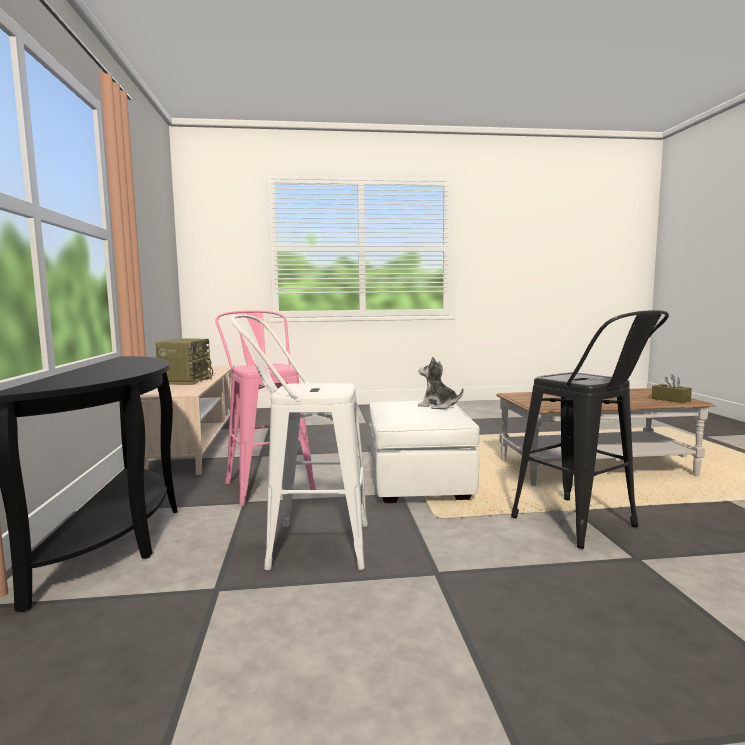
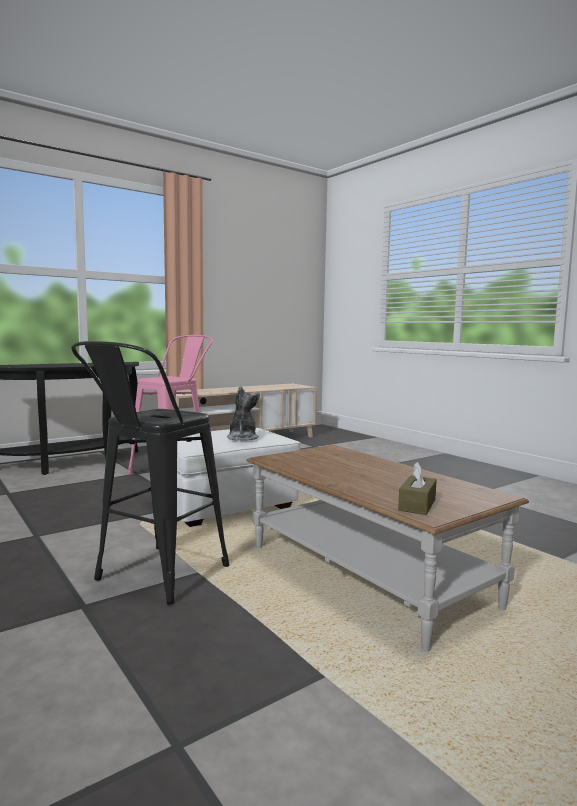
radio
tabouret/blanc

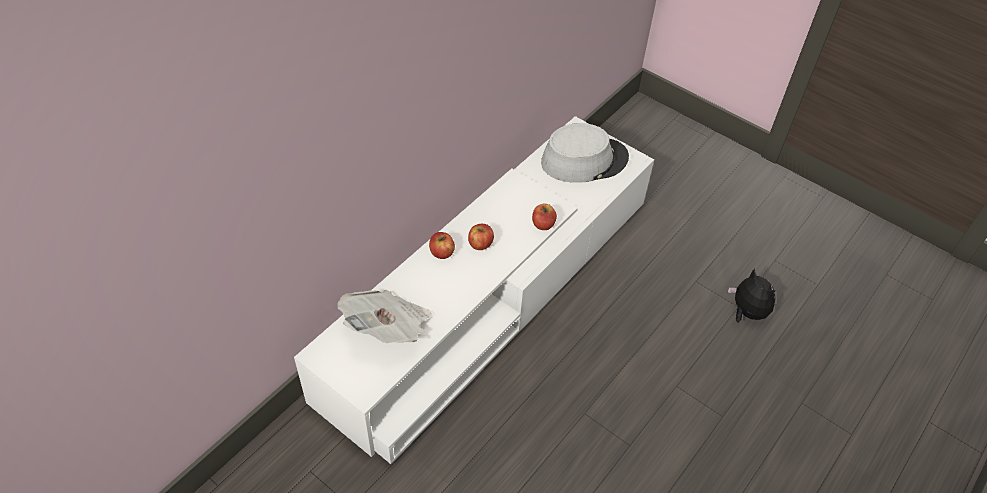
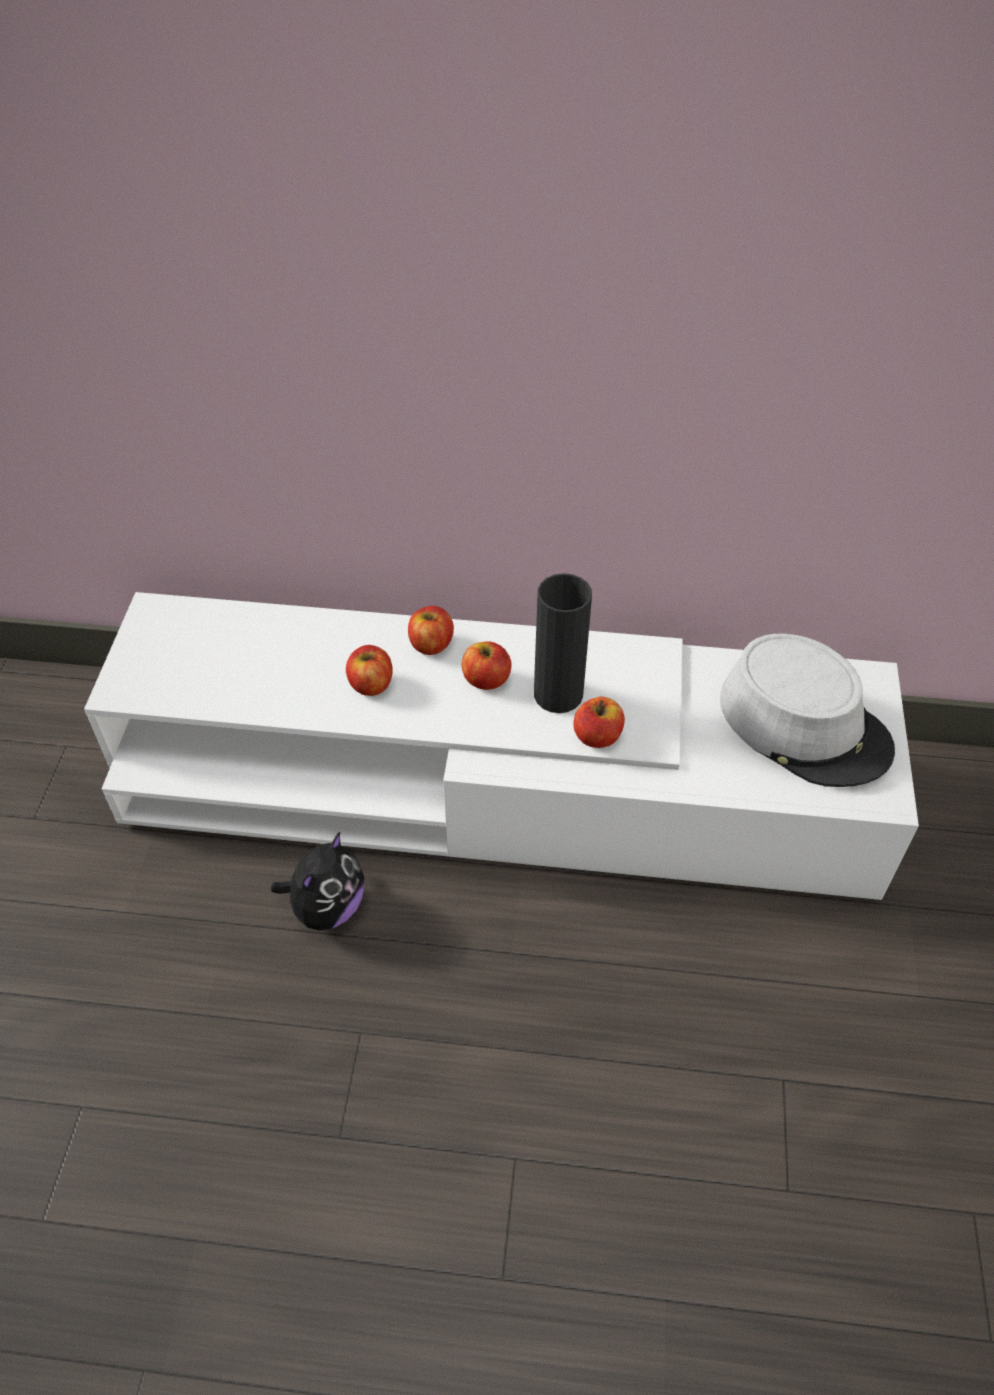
journal
pomme (1st from left)
vase/noir
peluche

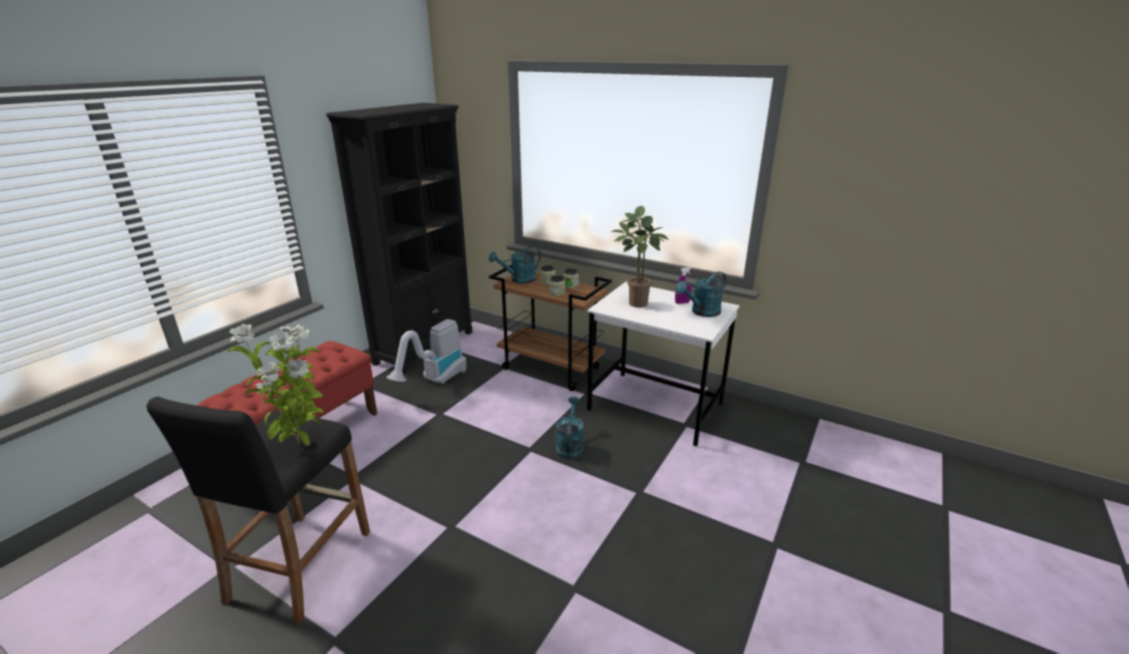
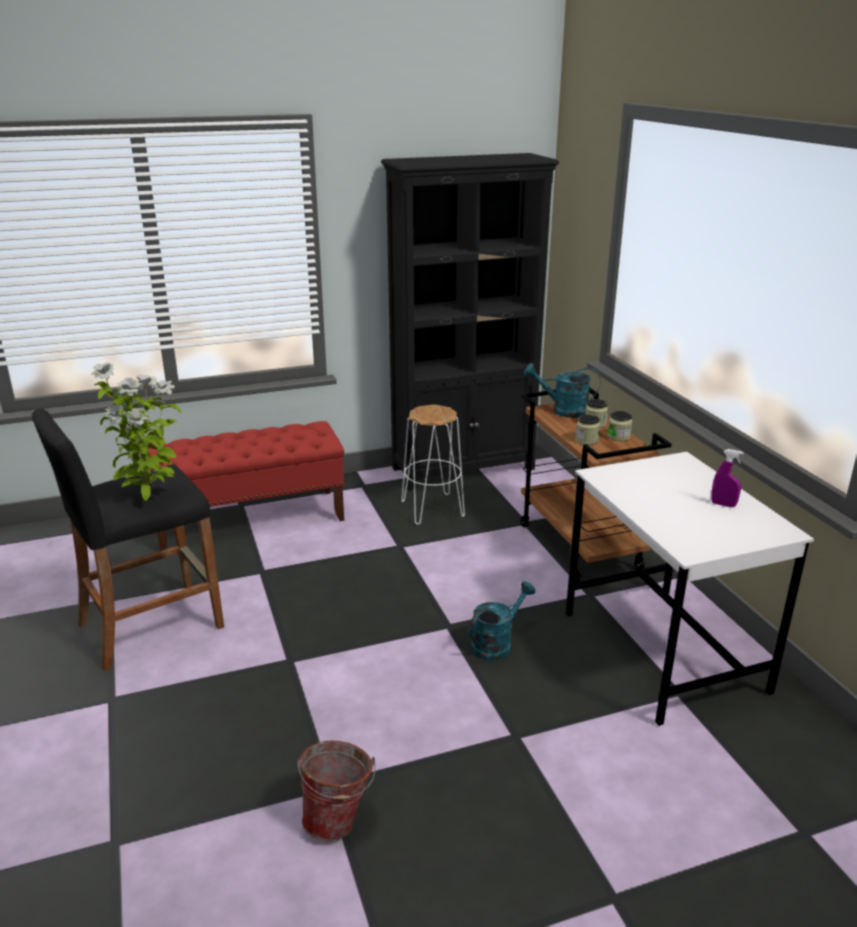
plante en pot (2nd from left in the first image)
arrosoir/turquoise (3rd from left in the first image)
seau
tabouret/blanc

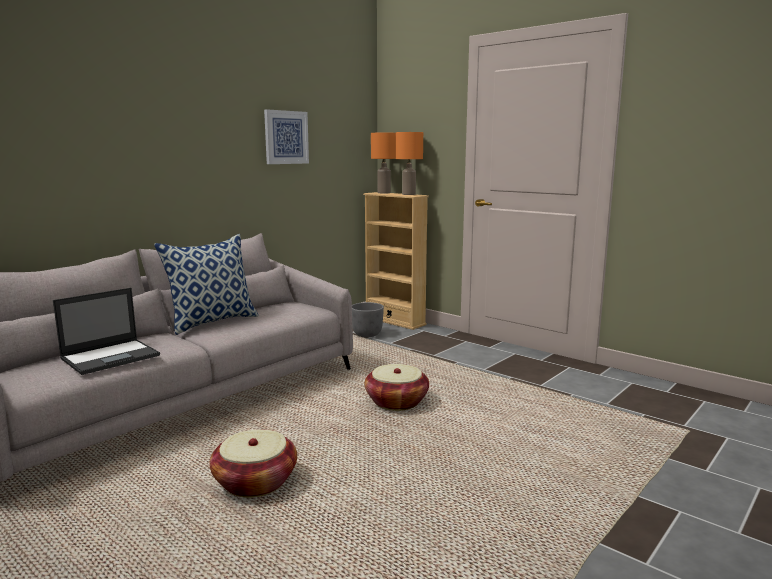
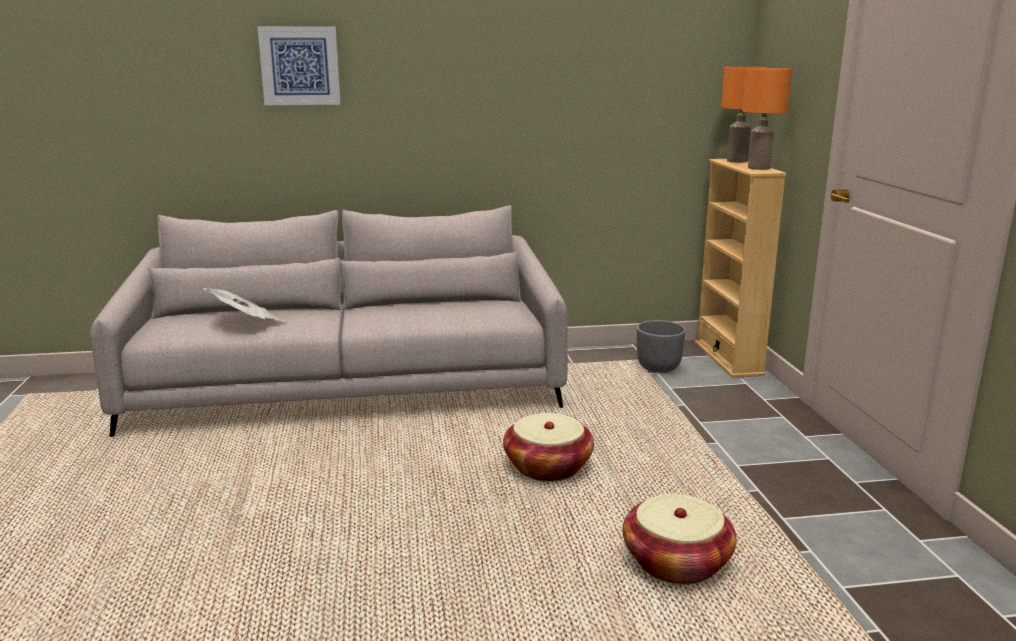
coussin
panier (2nd from left)
tableau
journal

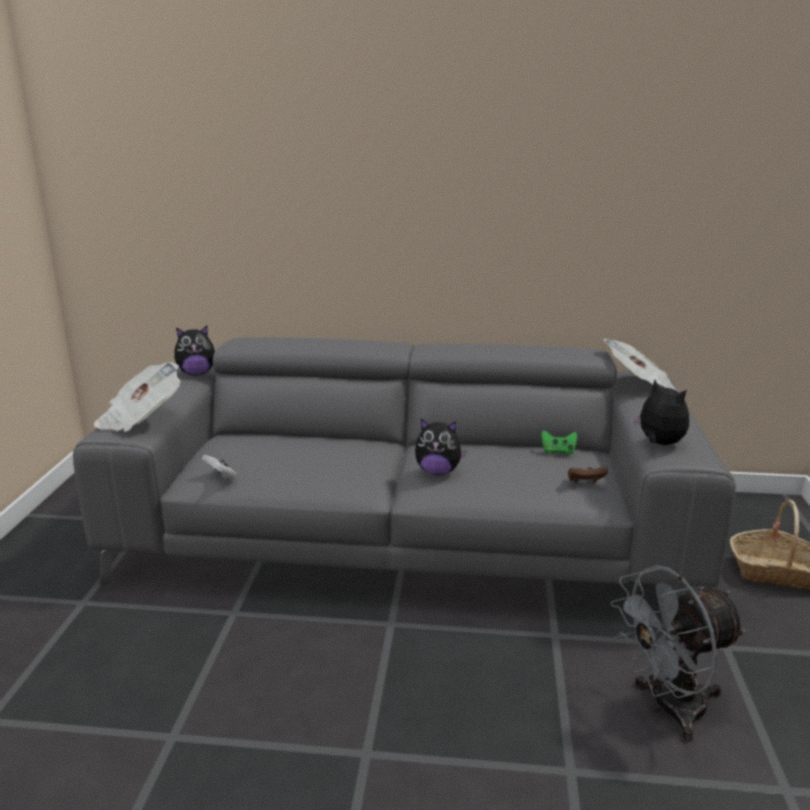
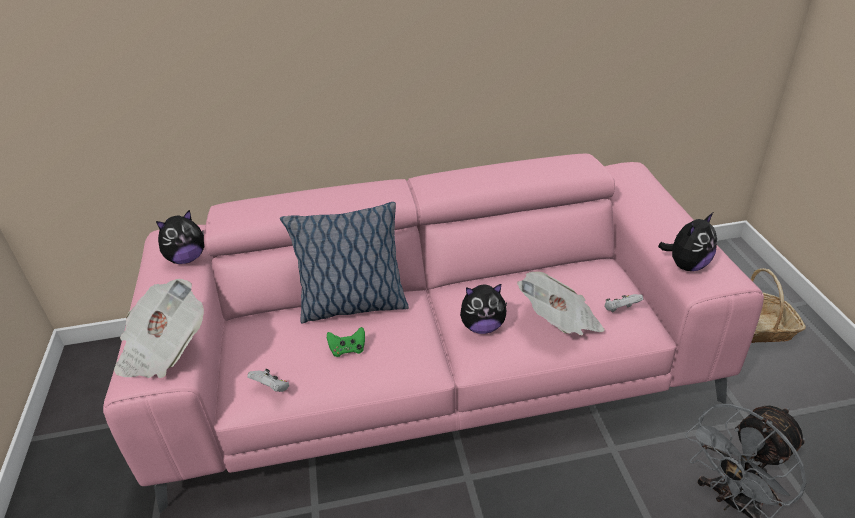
coussin
manette/vert
journal (2nd from left)
canapé/rose
manette/blanc (2nd from left)
peluche (3rd from left)

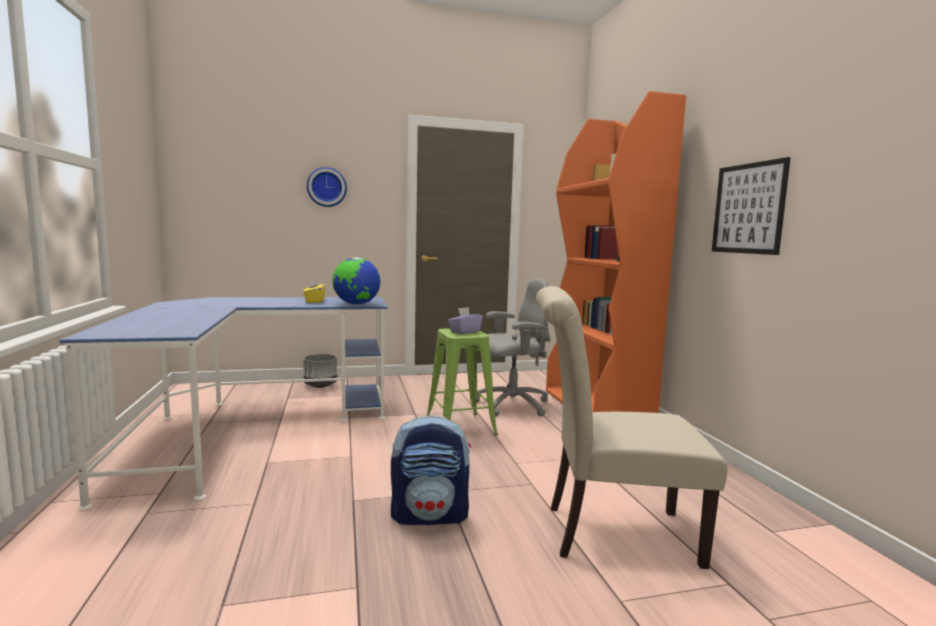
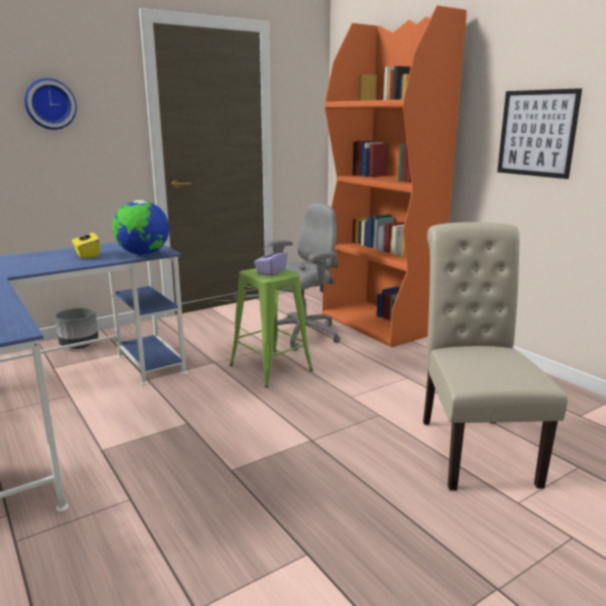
sac à dos
chaise/beige

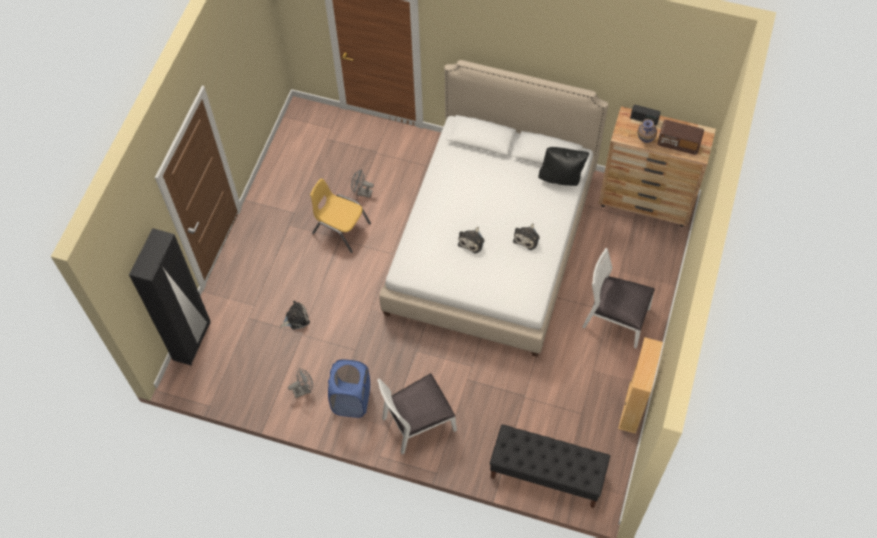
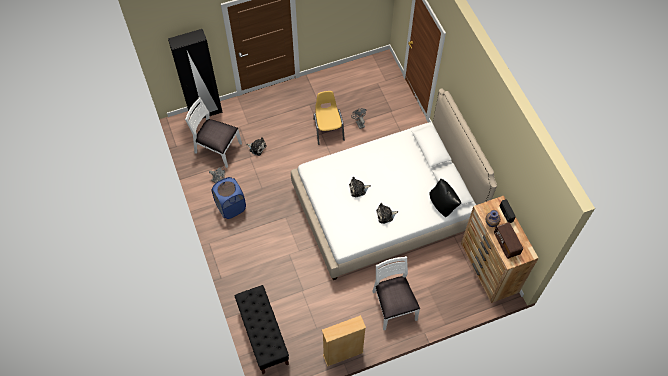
chaise/blanc (1st from left)

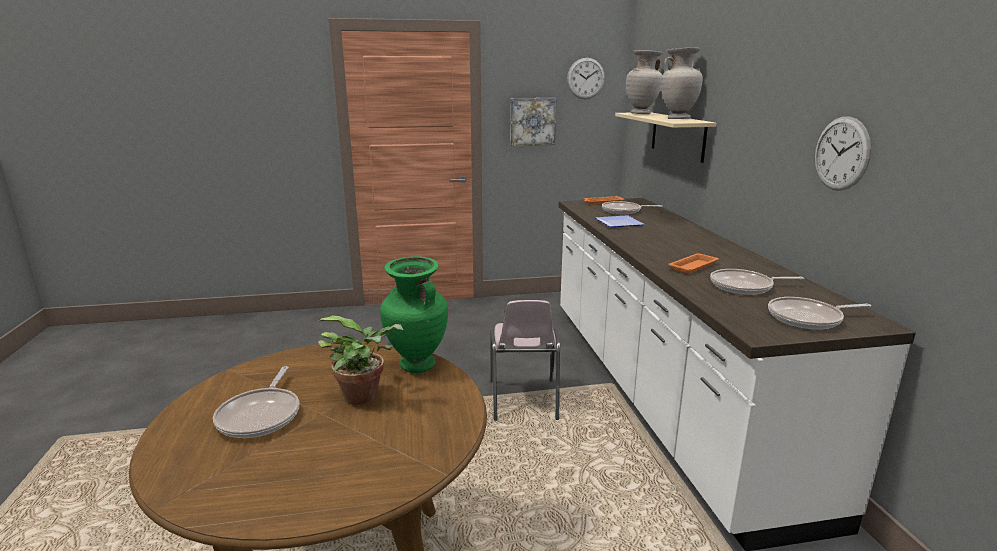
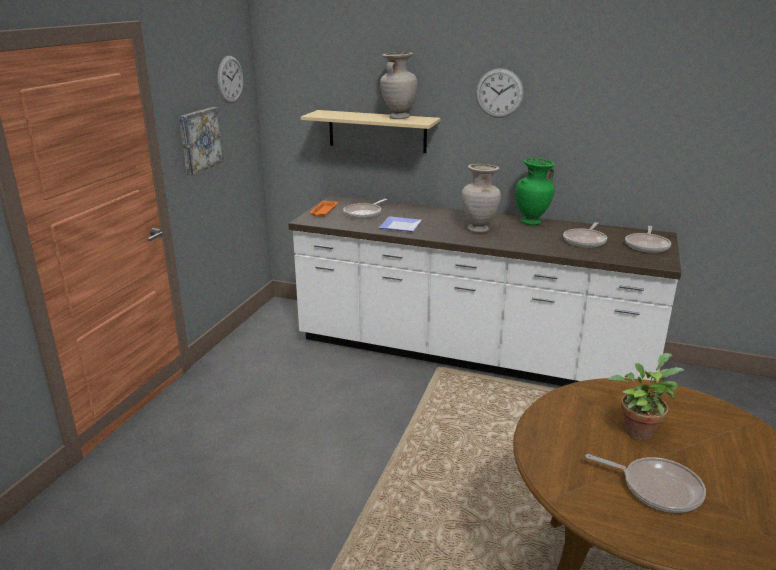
chaise/rose
plateau/orange (2nd from left in the first image)
vase/vert
vase/beige (2nd from left)
horloge murale (2nd from left)

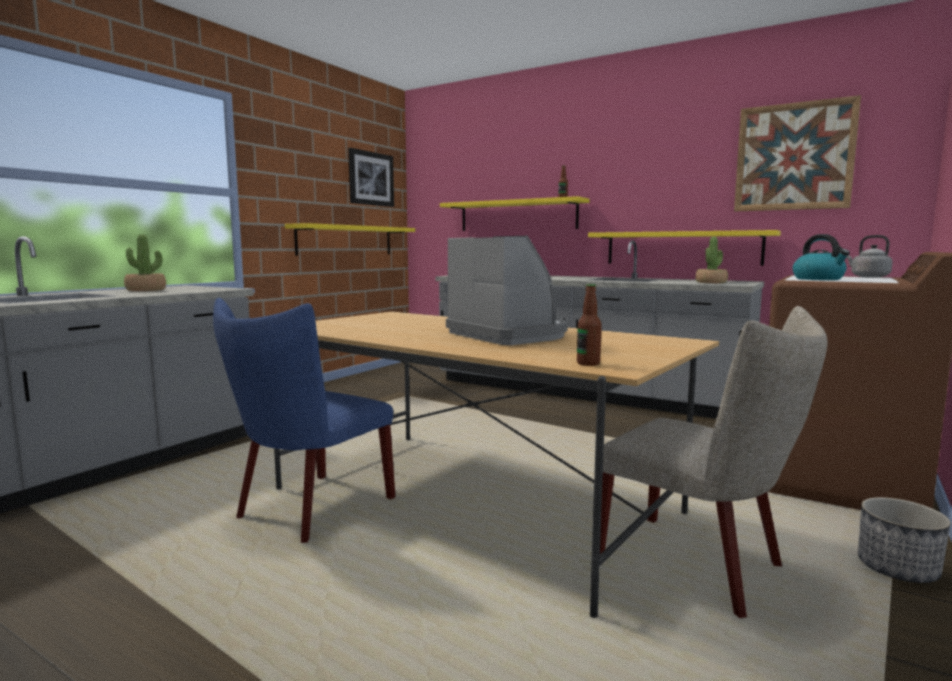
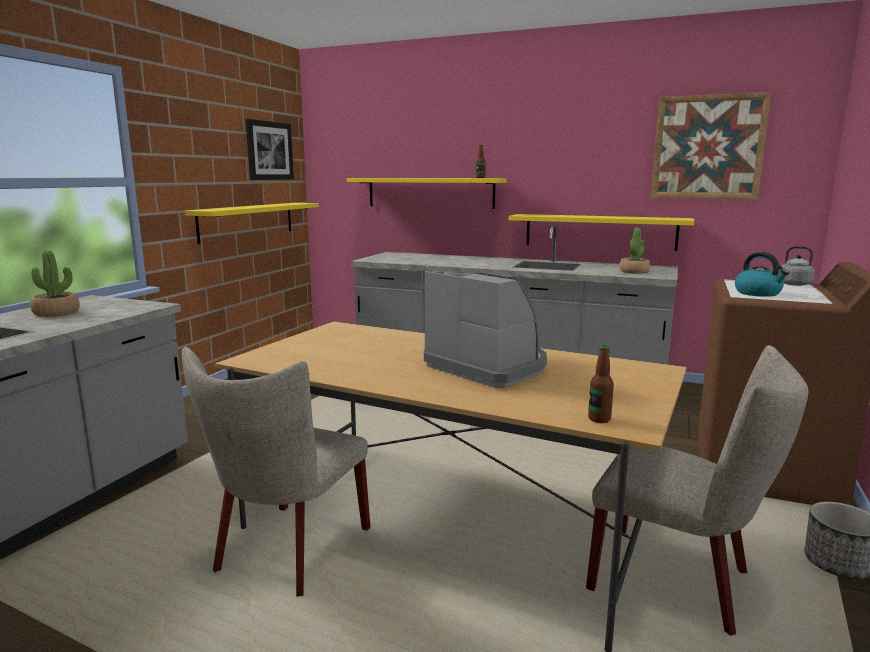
chaise/beige (1st from left)

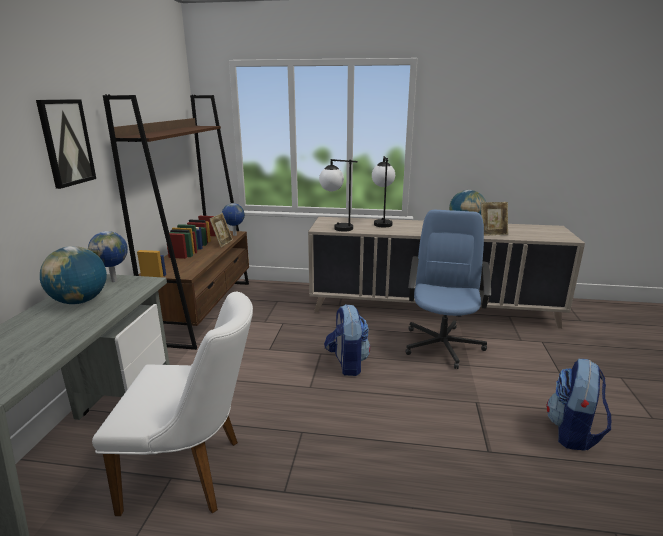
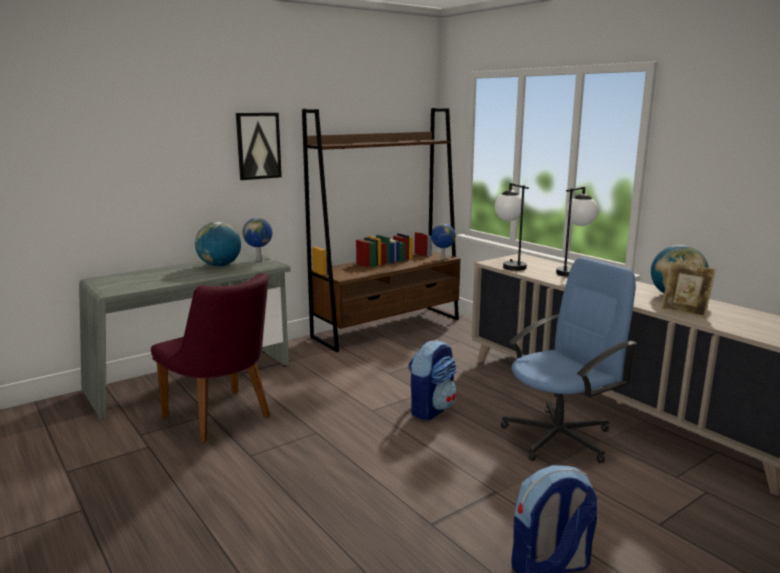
cadre photo (1st from left in the first image)
chaise/violet

